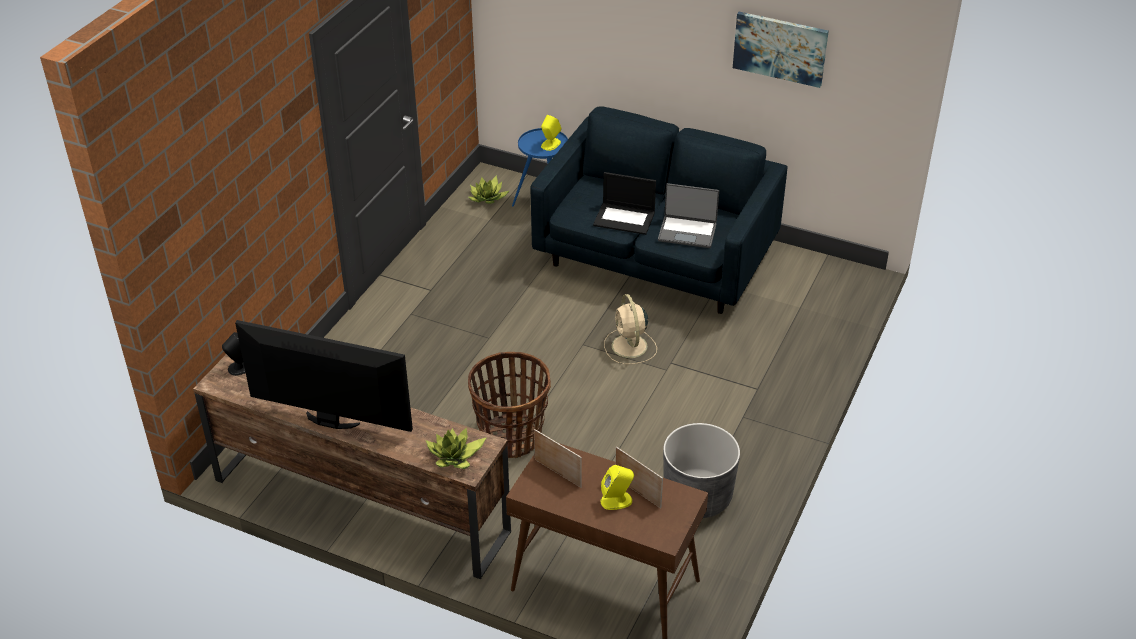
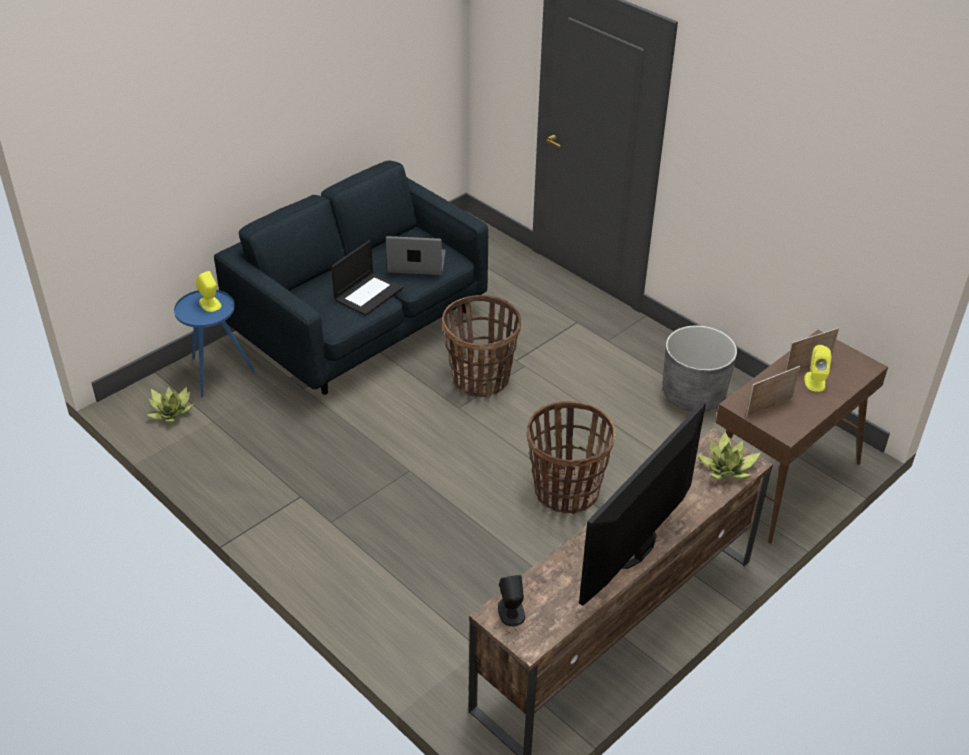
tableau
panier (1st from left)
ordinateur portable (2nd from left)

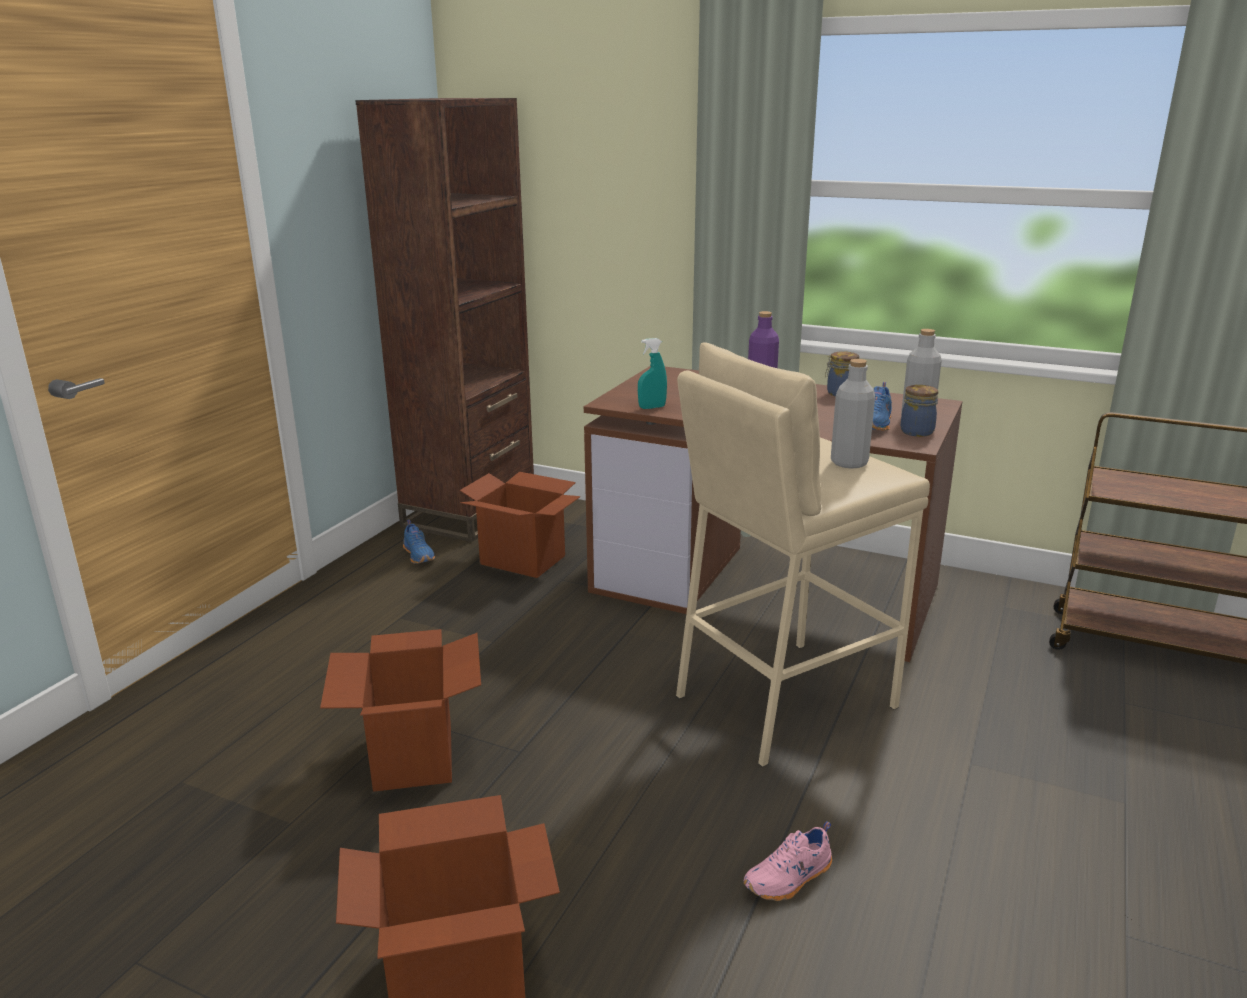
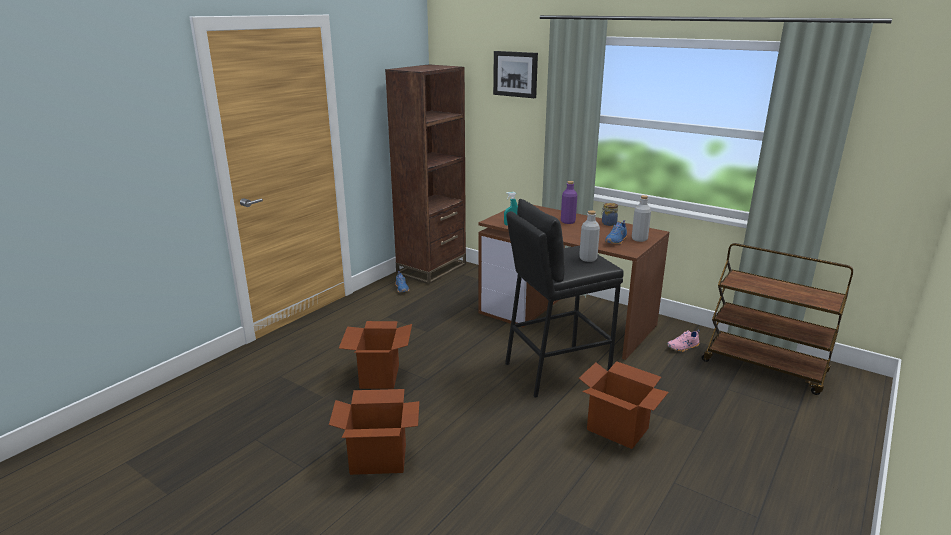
bocal (2nd from left in the first image)
tableau
carton (3rd from left)
chaussure/rose
tabouret/noir

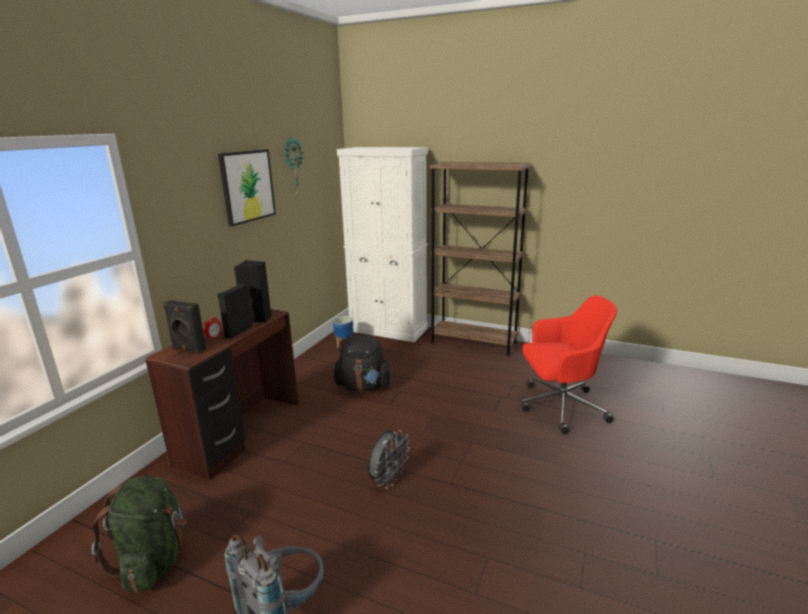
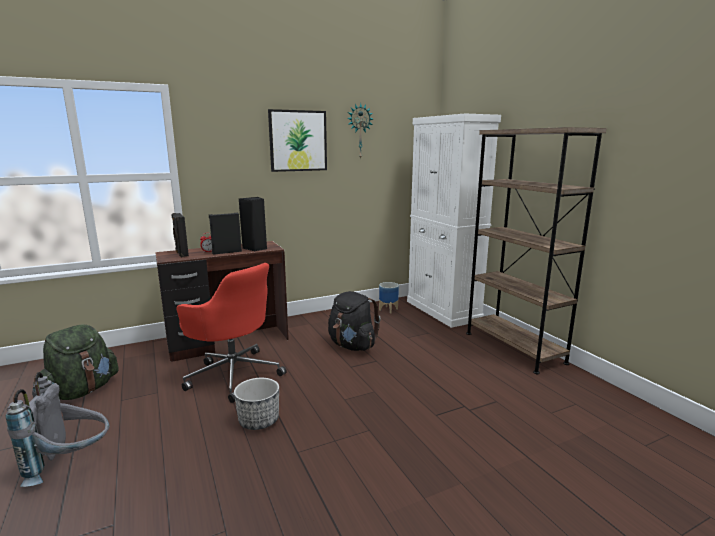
chaise de bureau/rouge
cache-pot (1st from left)

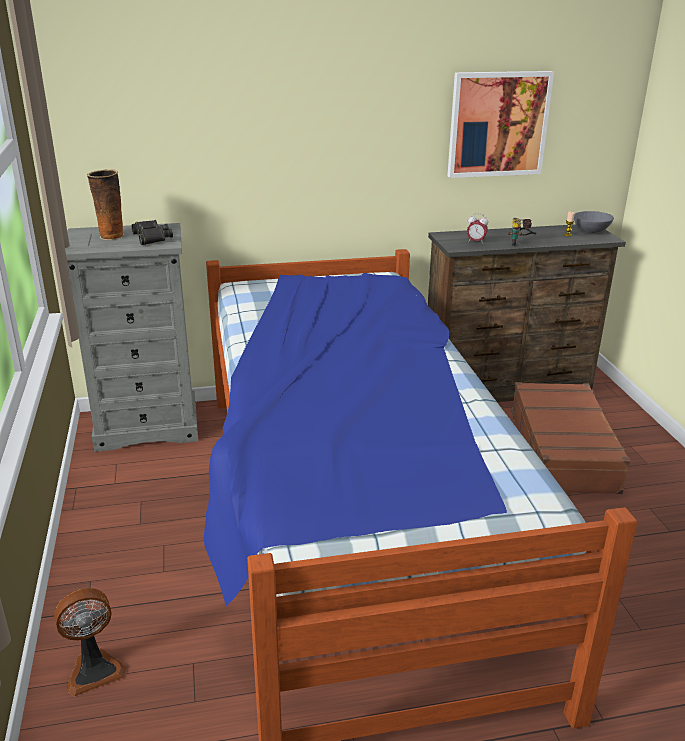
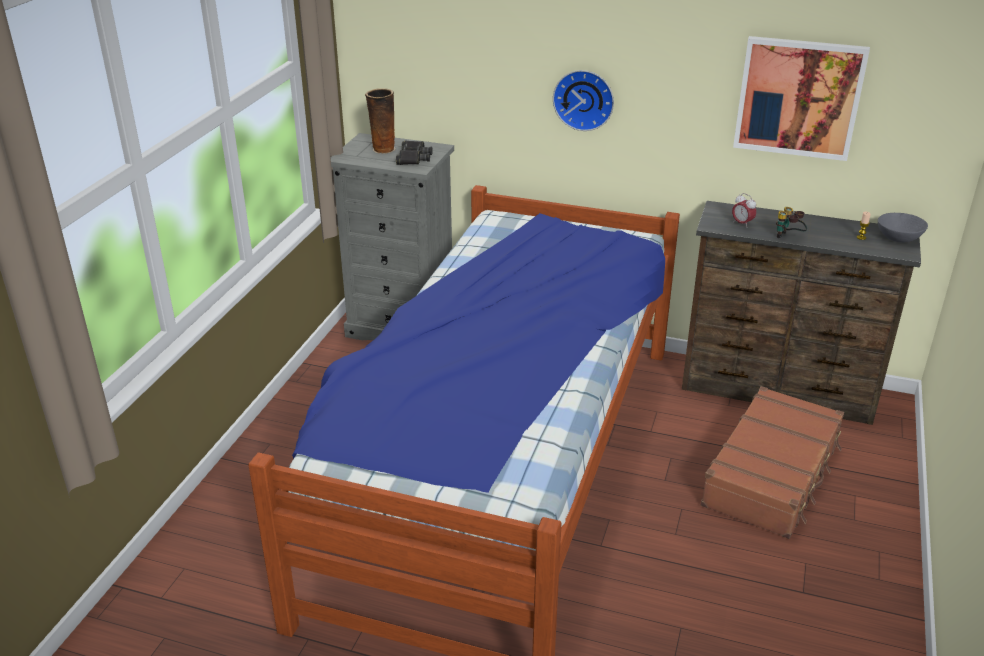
ventilateur
horloge murale

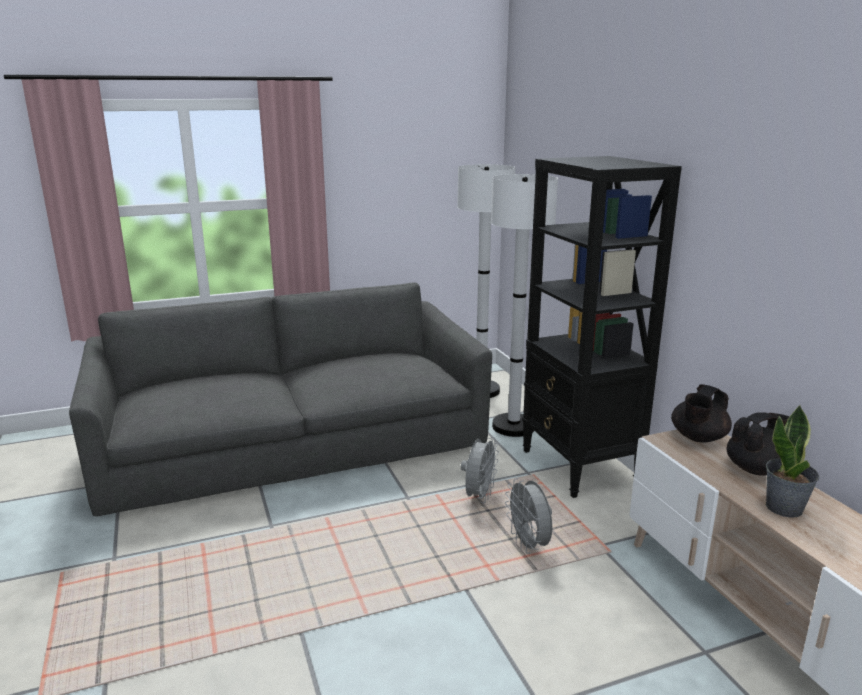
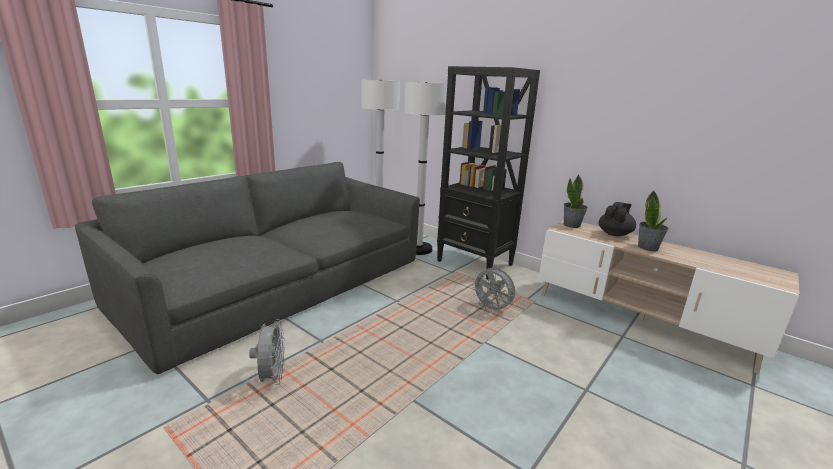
ventilateur/gris (1st from left)
plante en pot (1st from left)

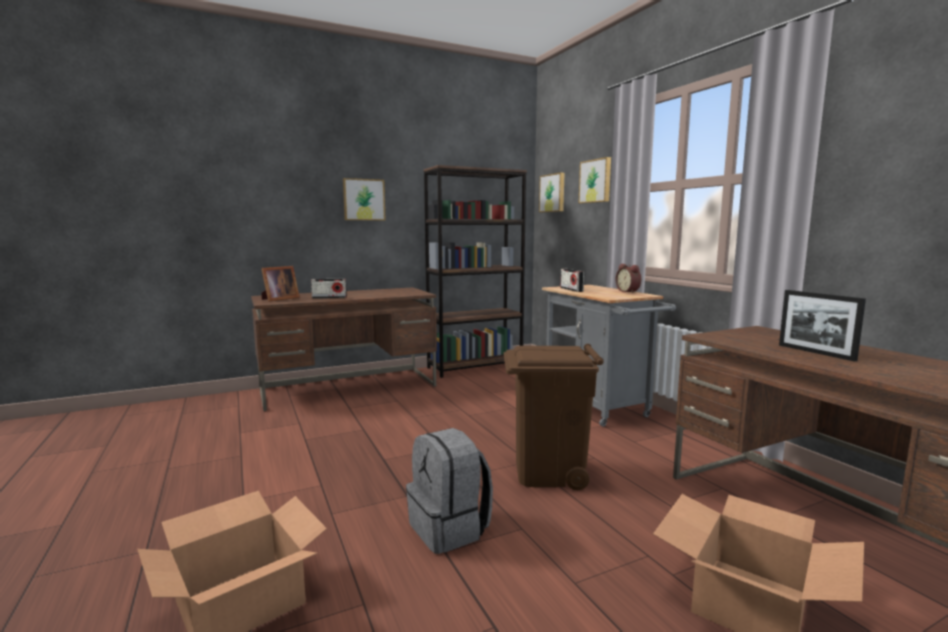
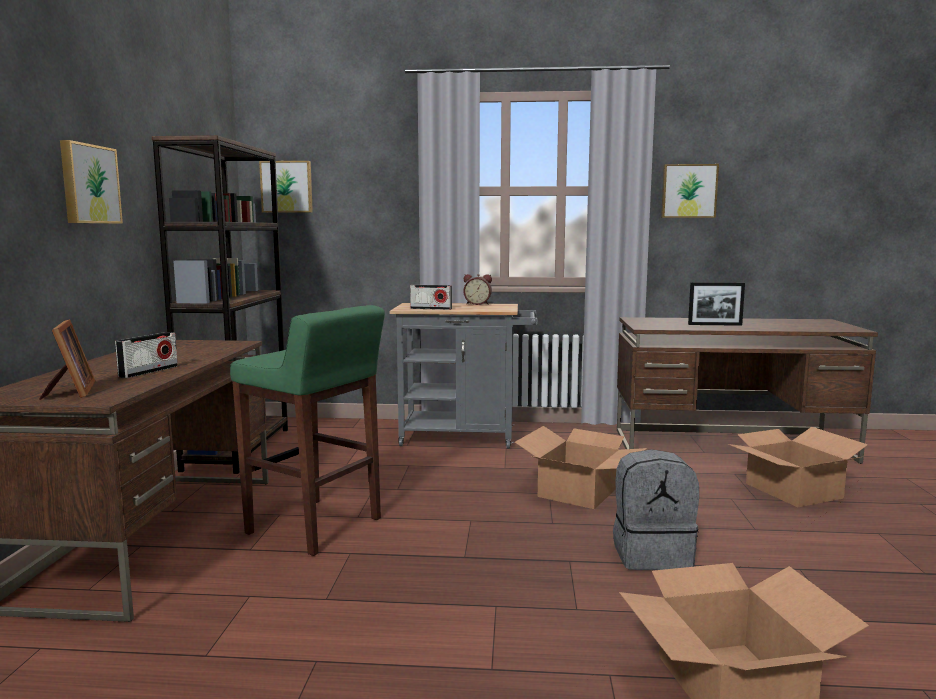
tabouret/vert
tableau (3rd from left)
carton (1st from left)

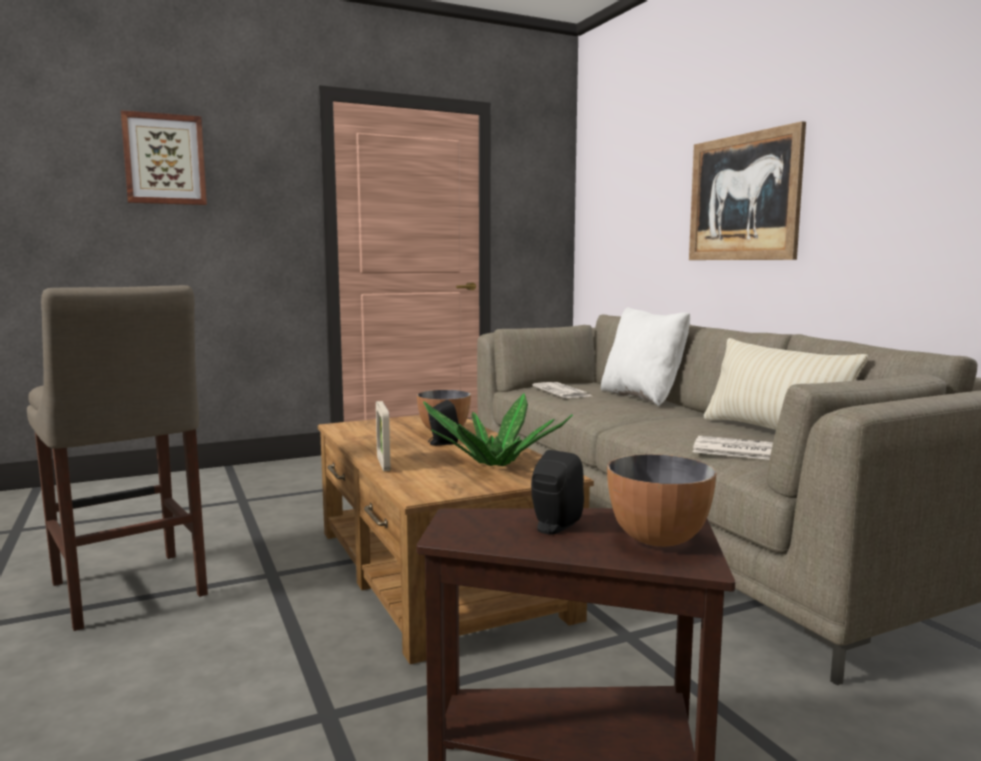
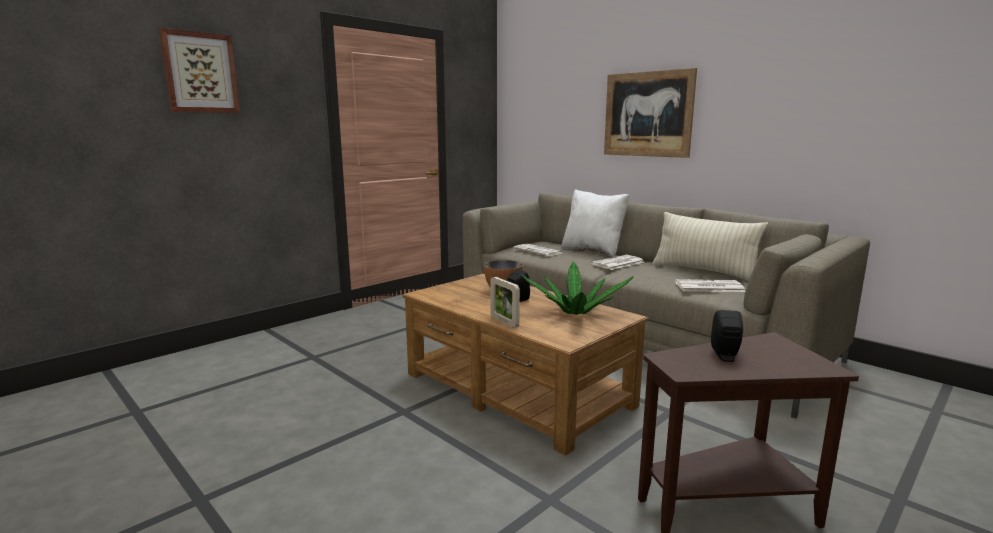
tabouret/beige
bol (2nd from left in the first image)
journal (2nd from left)

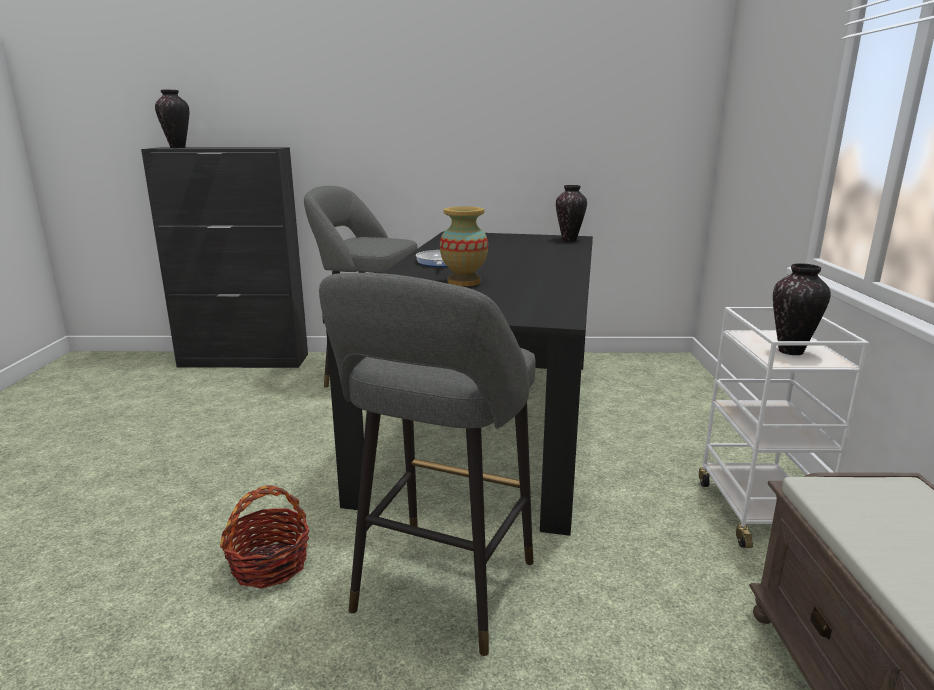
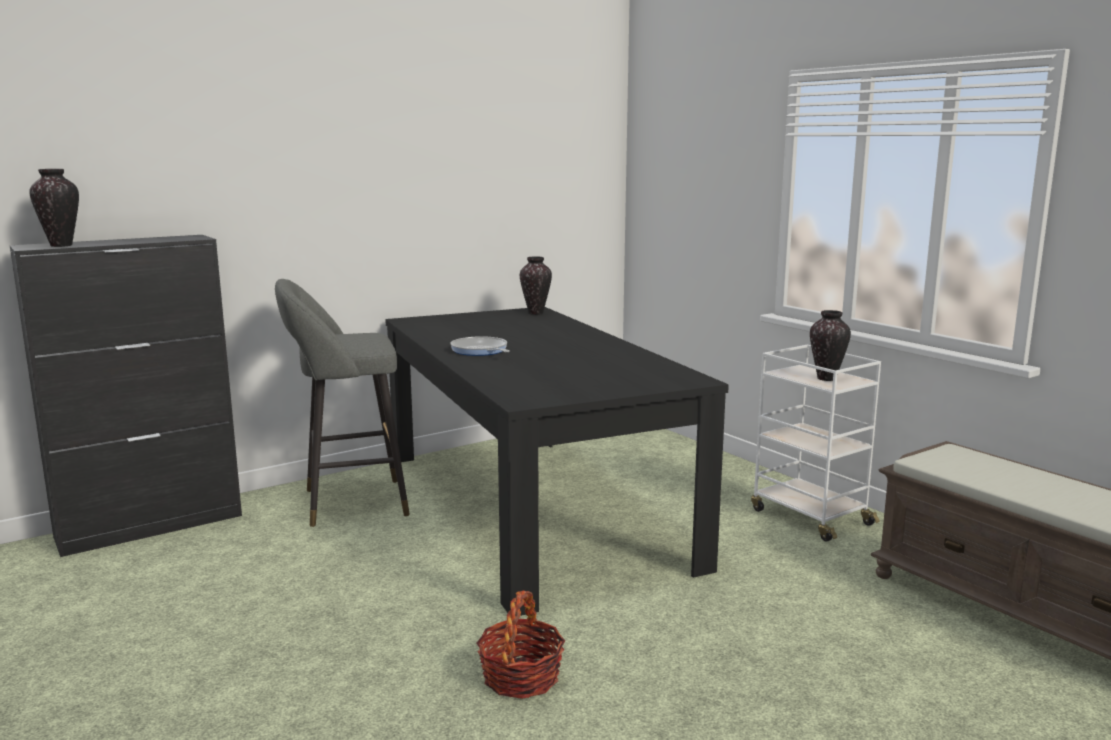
tabouret/gris (2nd from left in the first image)
vase (2nd from left in the first image)

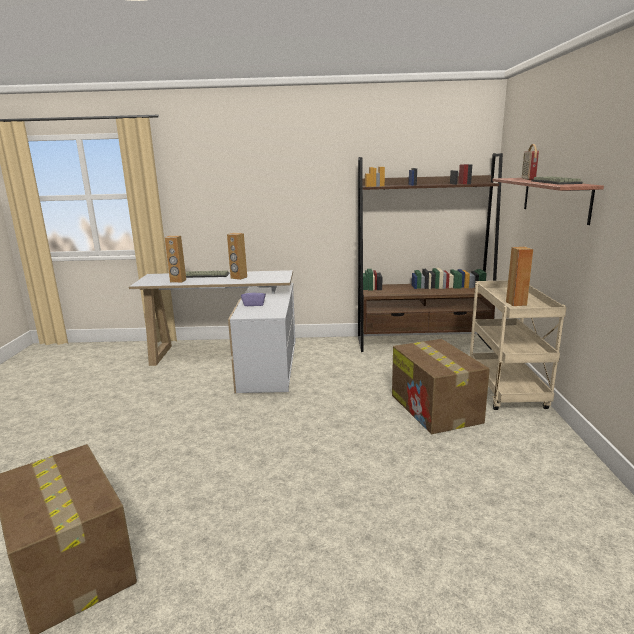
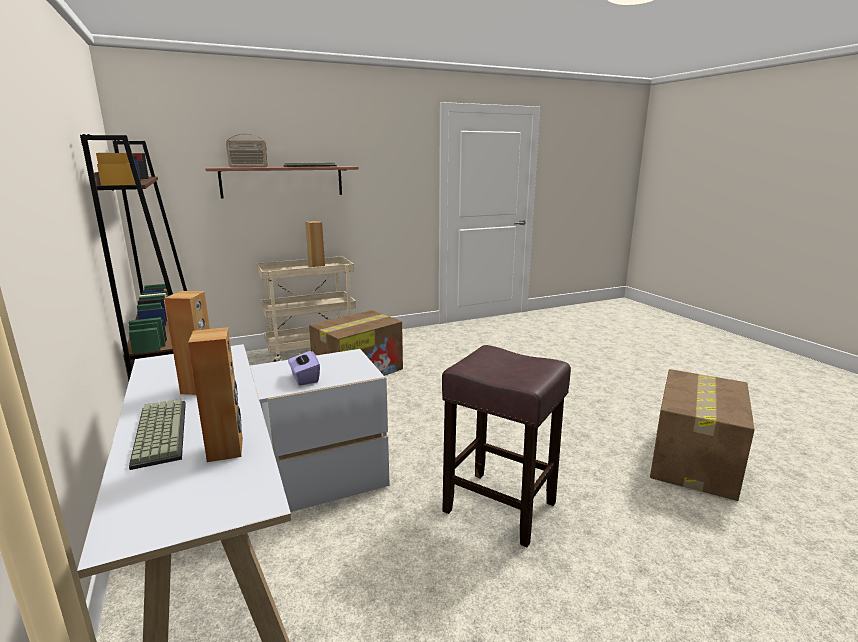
tabouret/marron

